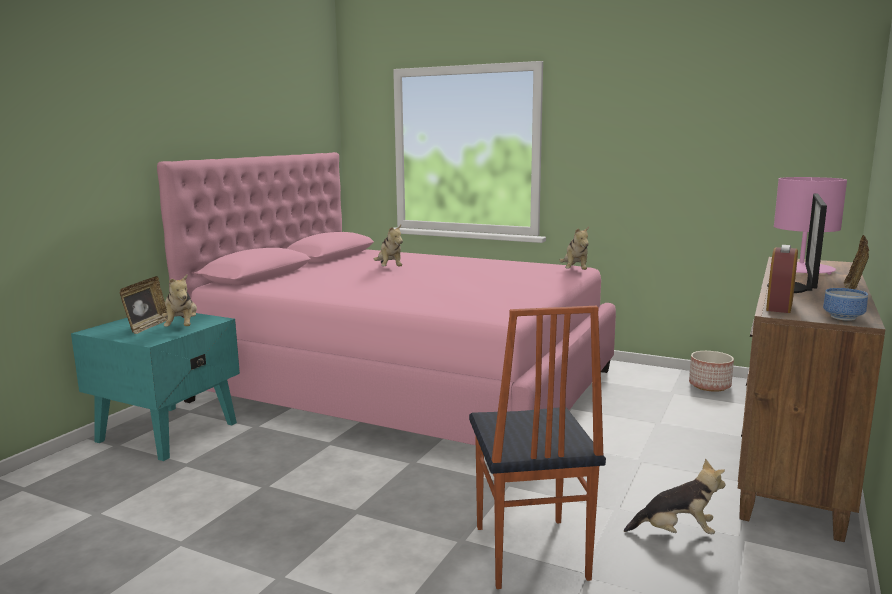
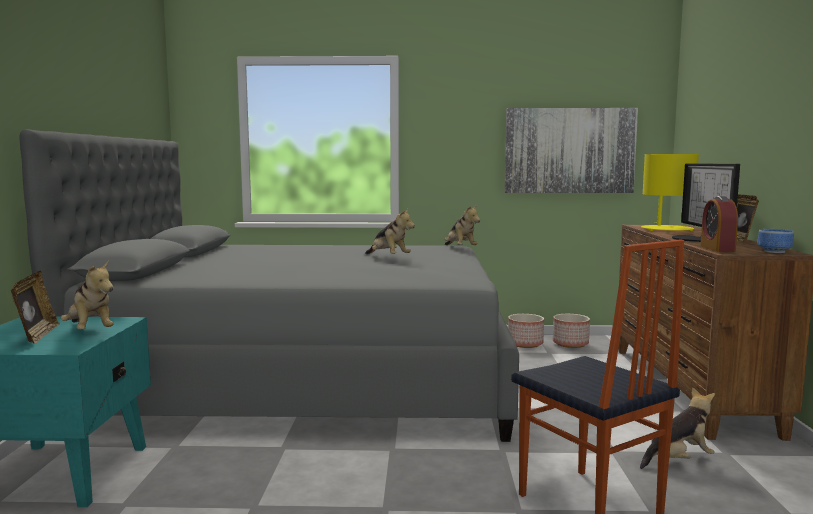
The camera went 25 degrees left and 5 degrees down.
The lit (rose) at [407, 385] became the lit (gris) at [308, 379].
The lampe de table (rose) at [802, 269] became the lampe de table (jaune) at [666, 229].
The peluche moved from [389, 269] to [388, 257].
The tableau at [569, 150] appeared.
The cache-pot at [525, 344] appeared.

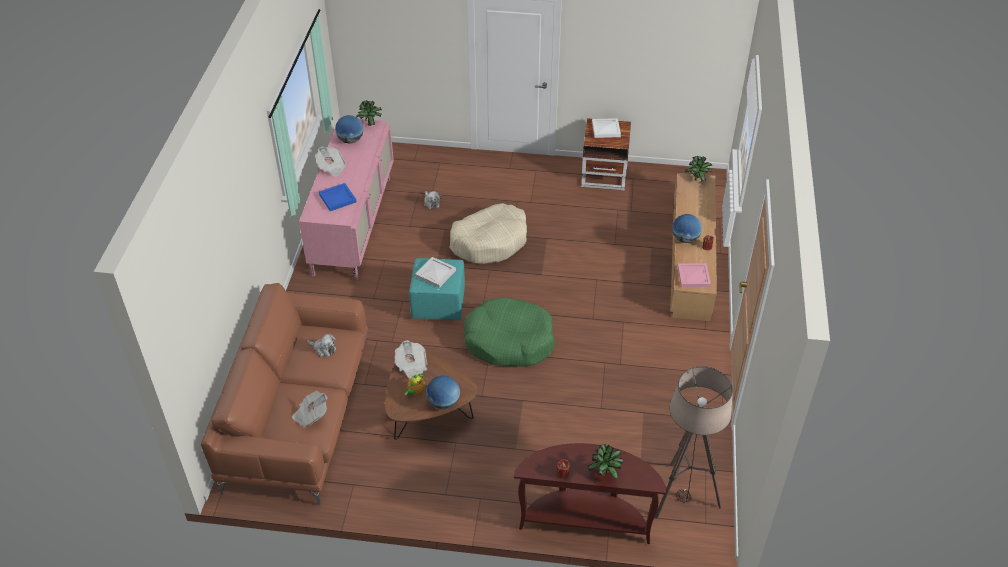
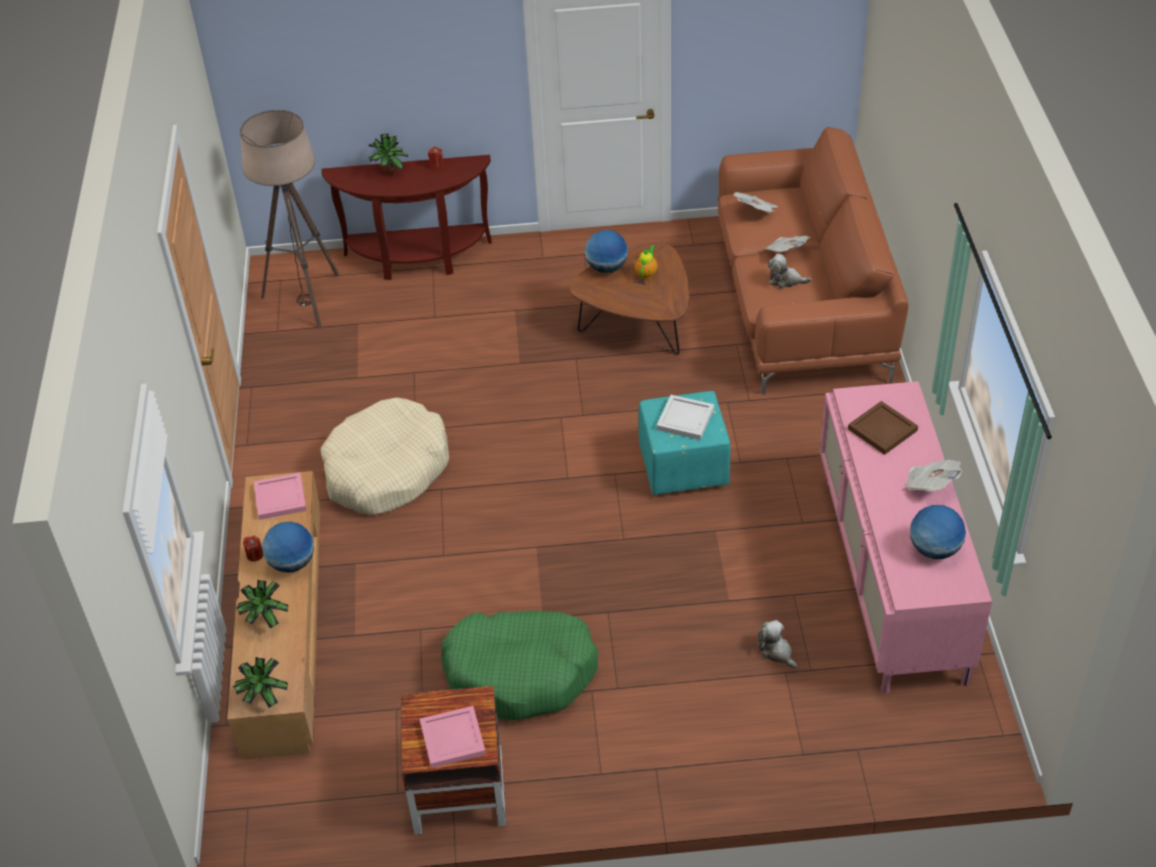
The camera went 170 degrees right and 0 degrees up.
The plante en pot moved from [371, 125] to [264, 622].
The plateau (blanc) at [605, 129] became the plateau (rose) at [453, 737].
The plateau (bleu) at [338, 198] became the plateau (marron) at [881, 430].
The panier pour chien (beige) moved from [490, 241] to [386, 470].
The panier pour chien (vert) moved from [509, 341] to [520, 673].
The journal moved from [411, 366] to [786, 252].

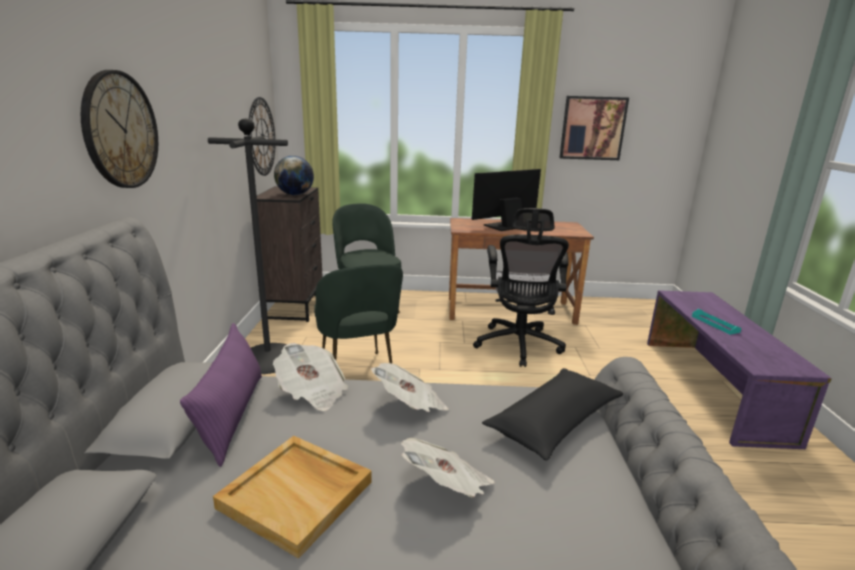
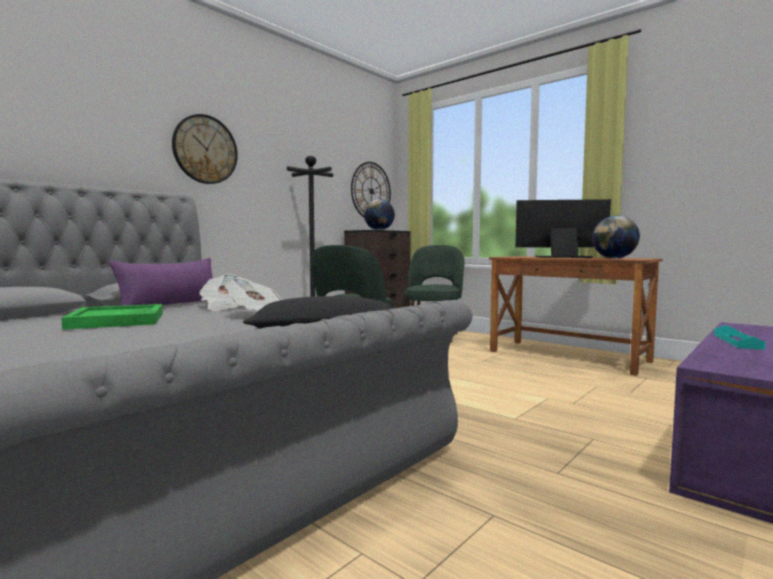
The camera went 40 degrees right and 15 degrees down.
The tableau at [592, 128] disappeared.
The chaise de bureau at [518, 345] disappeared.
The plateau (beige) at [297, 494] became the plateau (vert) at [118, 320].
The journal at [447, 487] disappeared.
The globe at [614, 258] appeared.

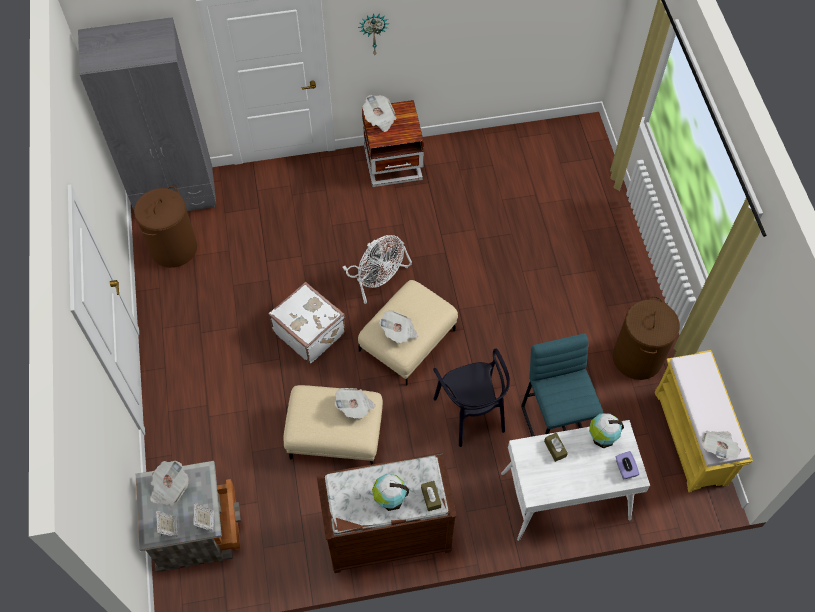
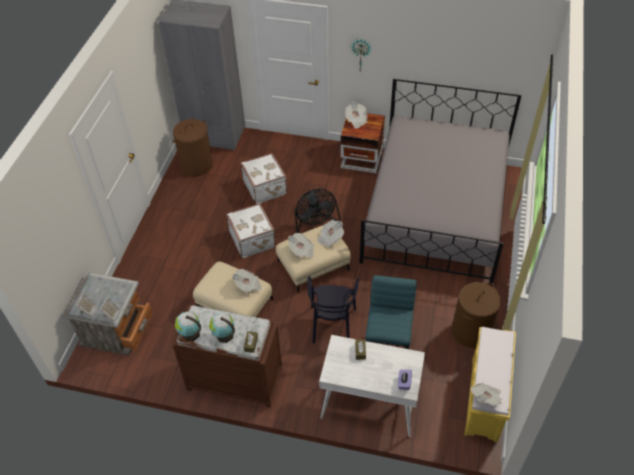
The camera went 25 degrees right and 10 degrees down.
The ventilateur (blanc) at [376, 279] became the ventilateur (noir) at [313, 222].
The globe moved from [602, 437] to [190, 333].
The journal moved from [169, 488] to [330, 238].
The lit (gris) at [435, 211] appeared.
The valise (blanc) at [265, 187] appeared.

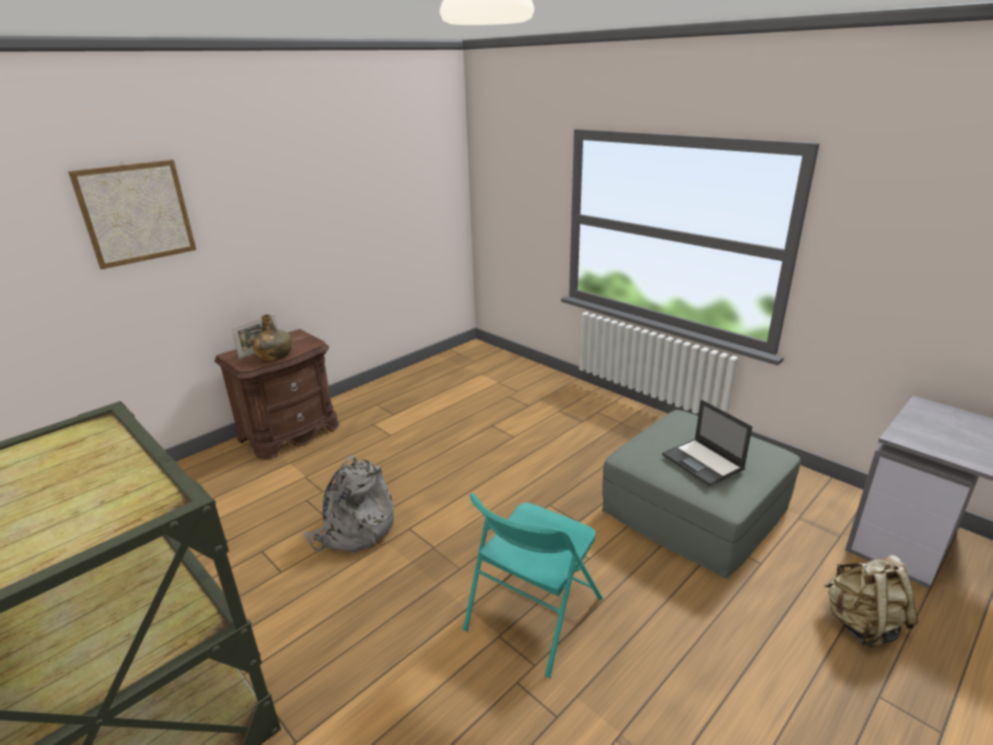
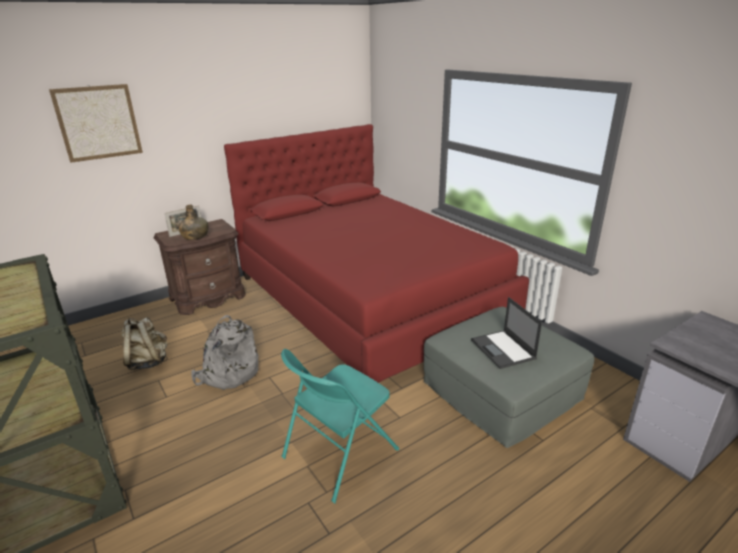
The camera went 10 degrees right and 0 degrees up.
The sac à dos (beige) moved from [861, 624] to [148, 362].
The lit (rouge) at [369, 299] appeared.

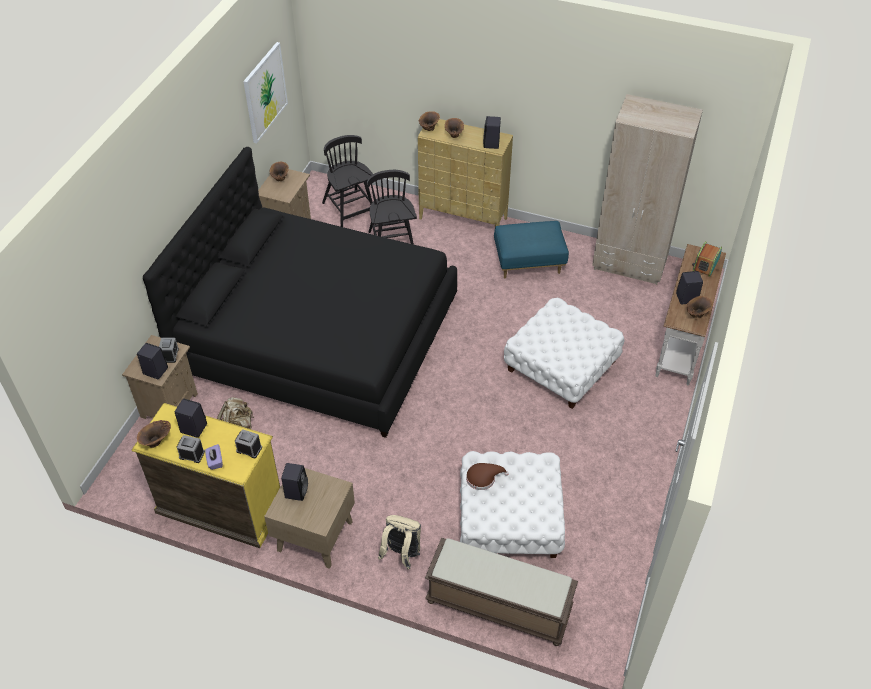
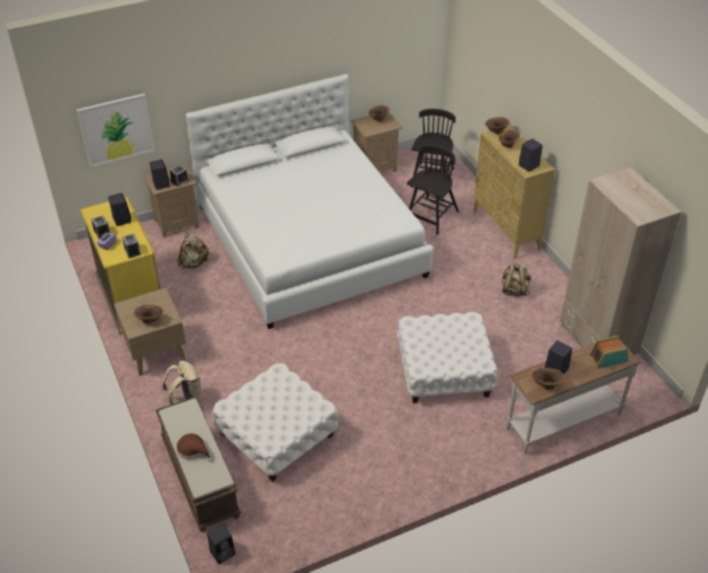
The camera went 45 degrees right and 5 degrees down.
The tableau moved from [265, 92] to [116, 129].
The lit (noir) at [317, 335] became the lit (blanc) at [309, 240].
The pouf (bleu) at [528, 264] was replaced by the sac à dos (beige) at [514, 290].
The vase (marron) moved from [157, 442] to [150, 321].
The enceinte (noir) moved from [296, 490] to [223, 552].
The chapeau (marron) moved from [483, 478] to [193, 449].

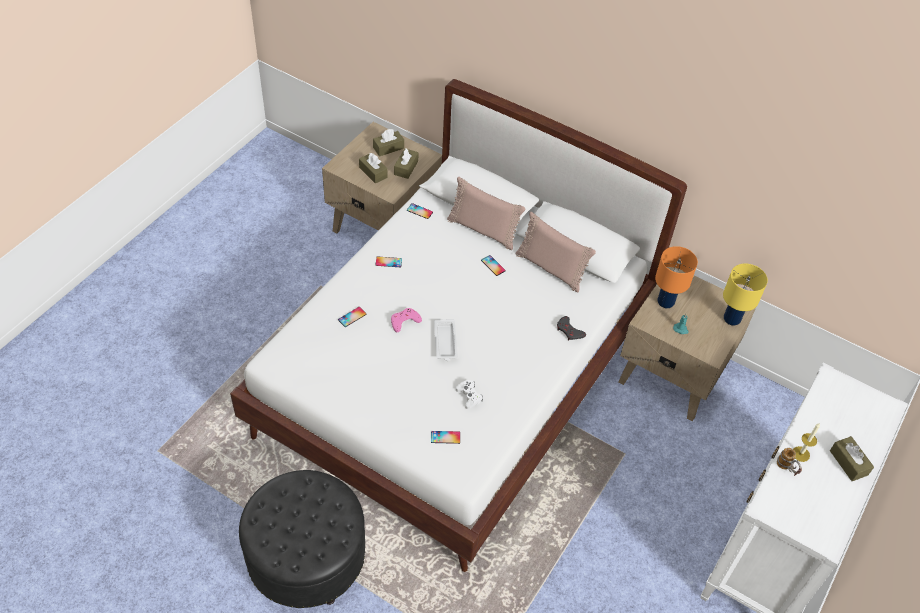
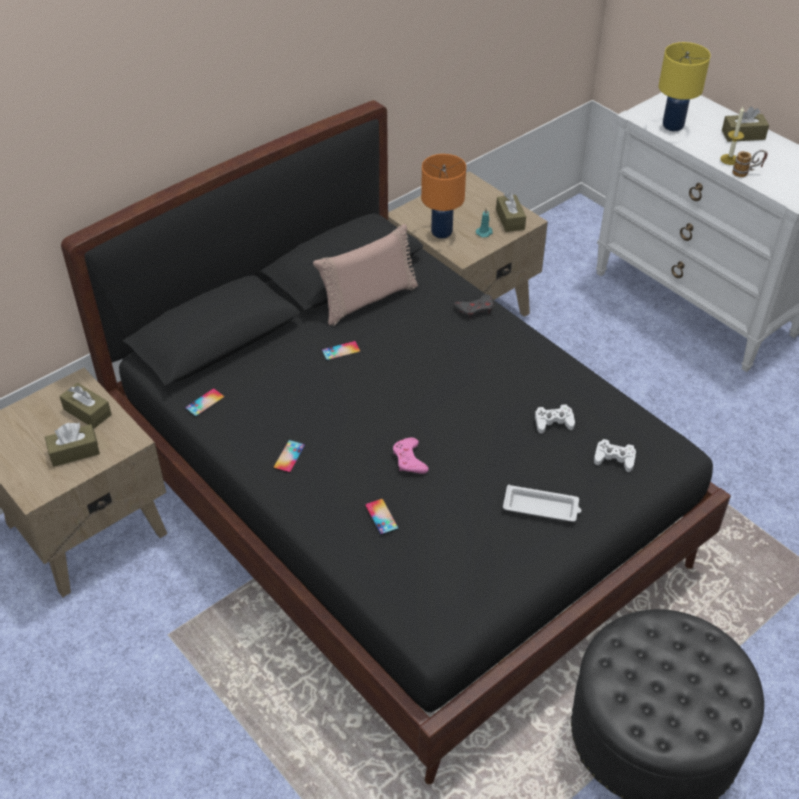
The camera went 70 degrees left and 5 degrees down.
The lit (blanc) at [455, 377] became the lit (noir) at [399, 507].
The boîte à mouchoirs (marron) moved from [388, 148] to [510, 219].
The coussin (beige) at [483, 230] disappeared.
The lampe de table (jaune) moved from [731, 319] to [671, 126].
The plateau (blanc) moved from [445, 342] to [542, 507].
The téléphone at [445, 437] was replaced by the manette (blanc) at [614, 459].

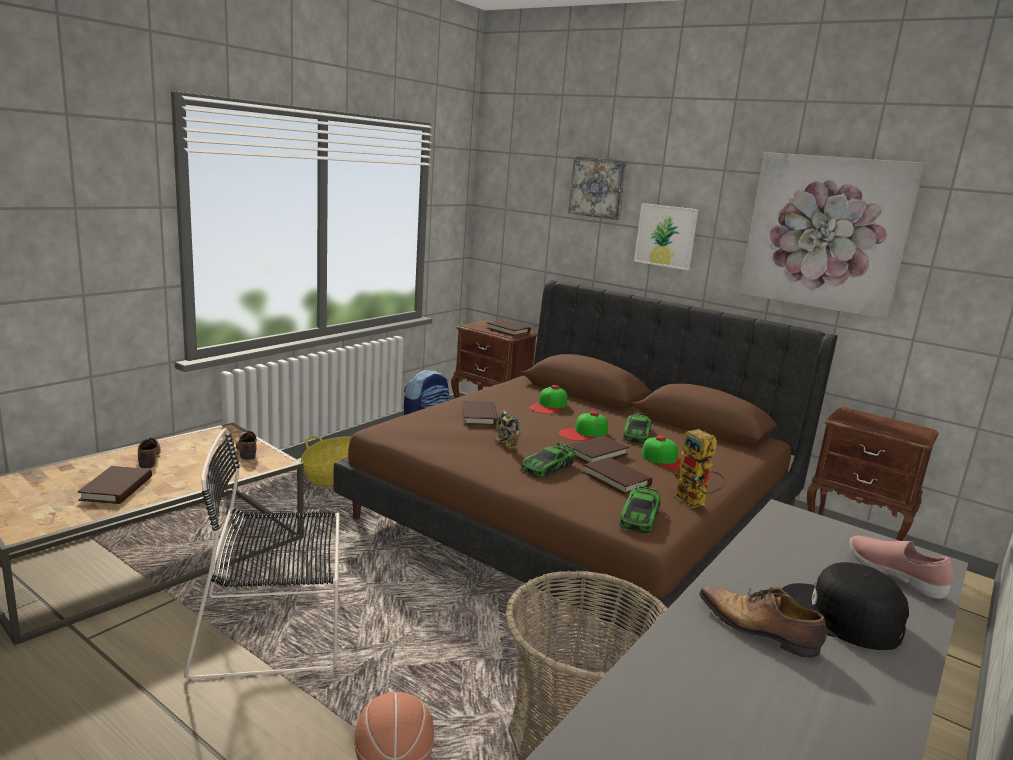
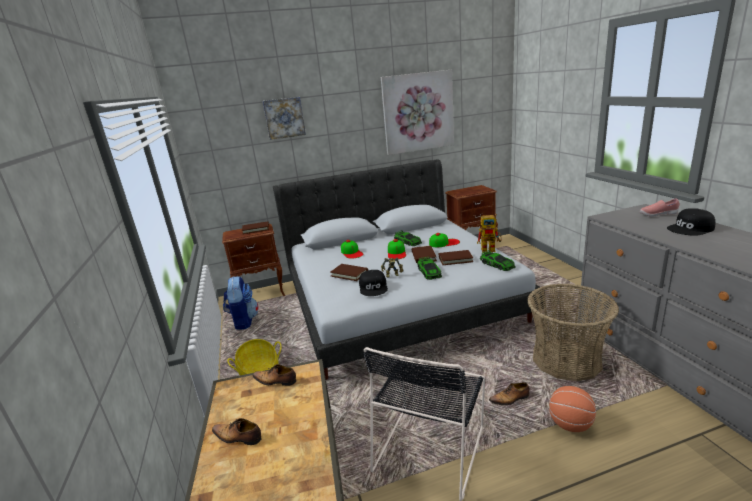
The camera went 50 degrees left and 5 degrees up.
The tableau at [666, 236] disappeared.
The lit (marron) at [580, 520] became the lit (gris) at [397, 301].
The livre (marron) at [116, 488] disappeared.
The chaussure moved from [758, 630] to [510, 399].
The casquette (noir) at [374, 287] appeared.

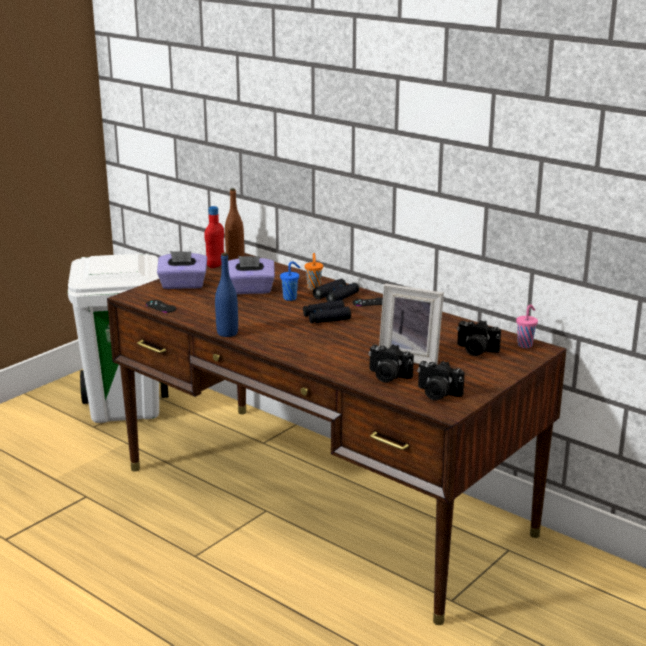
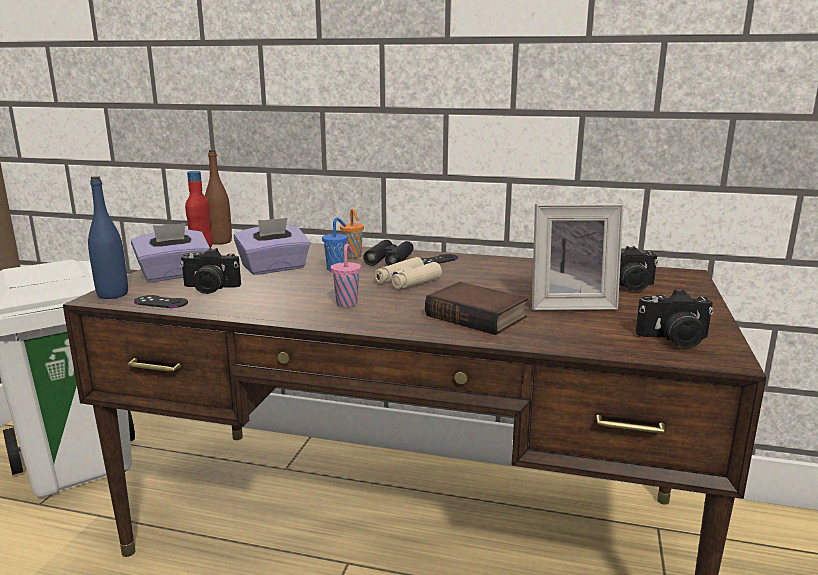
The camera went 25 degrees left and 5 degrees down.
The bouteille (bleu) moved from [227, 333] to [112, 294].
The jumelles (noir) at [326, 318] became the jumelles (beige) at [407, 281].
The tasse (rose) moved from [525, 345] to [347, 303].
The appareil photo moved from [387, 376] to [209, 289].
The livre at [478, 316] appeared.

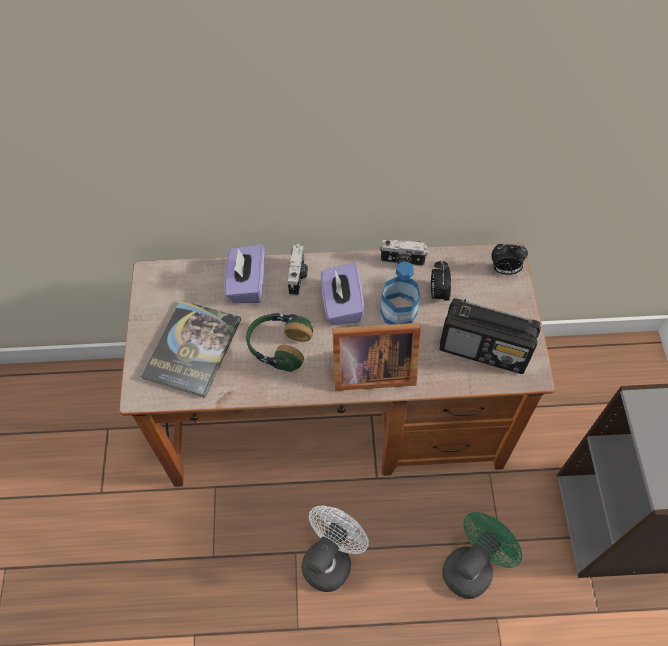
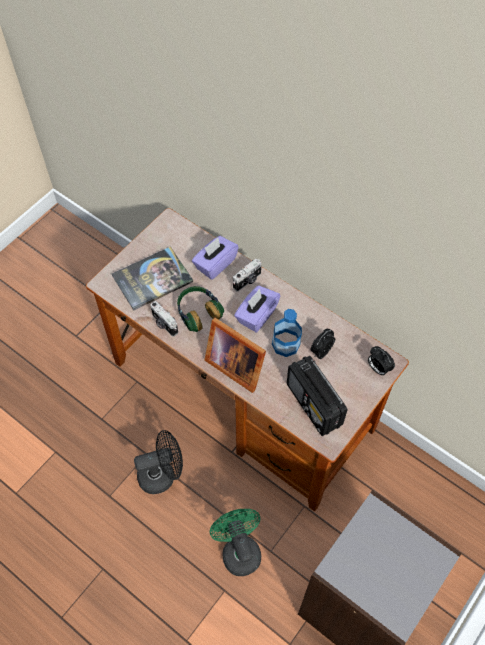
The camera went 40 degrees right and 0 degrees up.
The appareil photo moved from [402, 261] to [164, 324].
The ventilateur (blanc) at [330, 558] became the ventilateur (noir) at [162, 474].
The ventilateur (vert) at [472, 566] turned 105 degrees counterclockwise.

